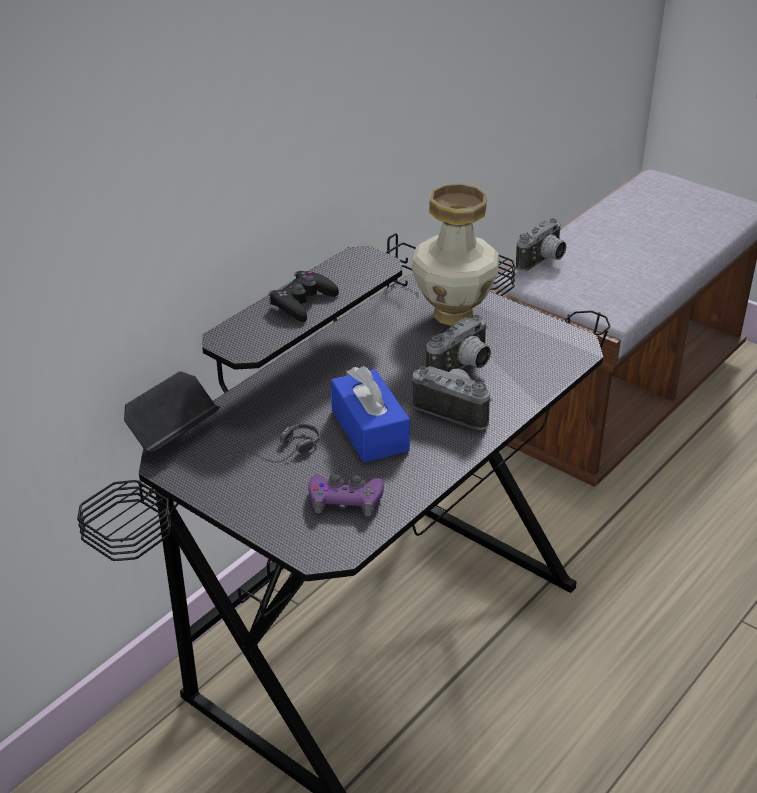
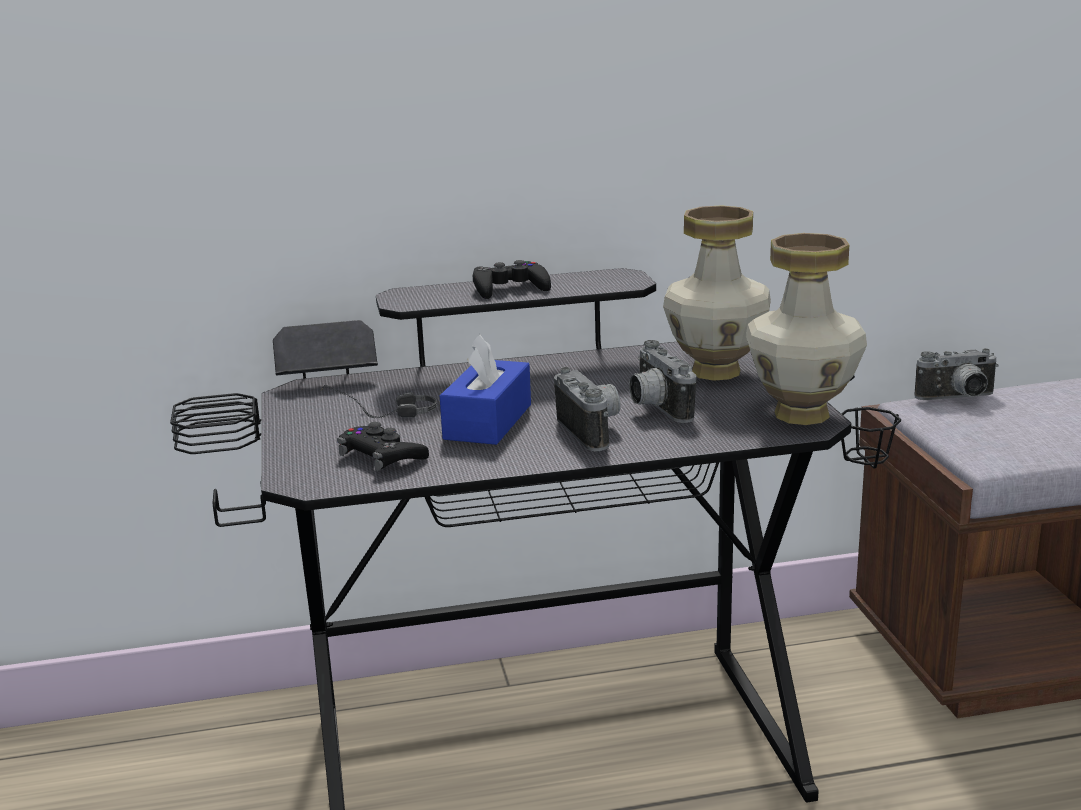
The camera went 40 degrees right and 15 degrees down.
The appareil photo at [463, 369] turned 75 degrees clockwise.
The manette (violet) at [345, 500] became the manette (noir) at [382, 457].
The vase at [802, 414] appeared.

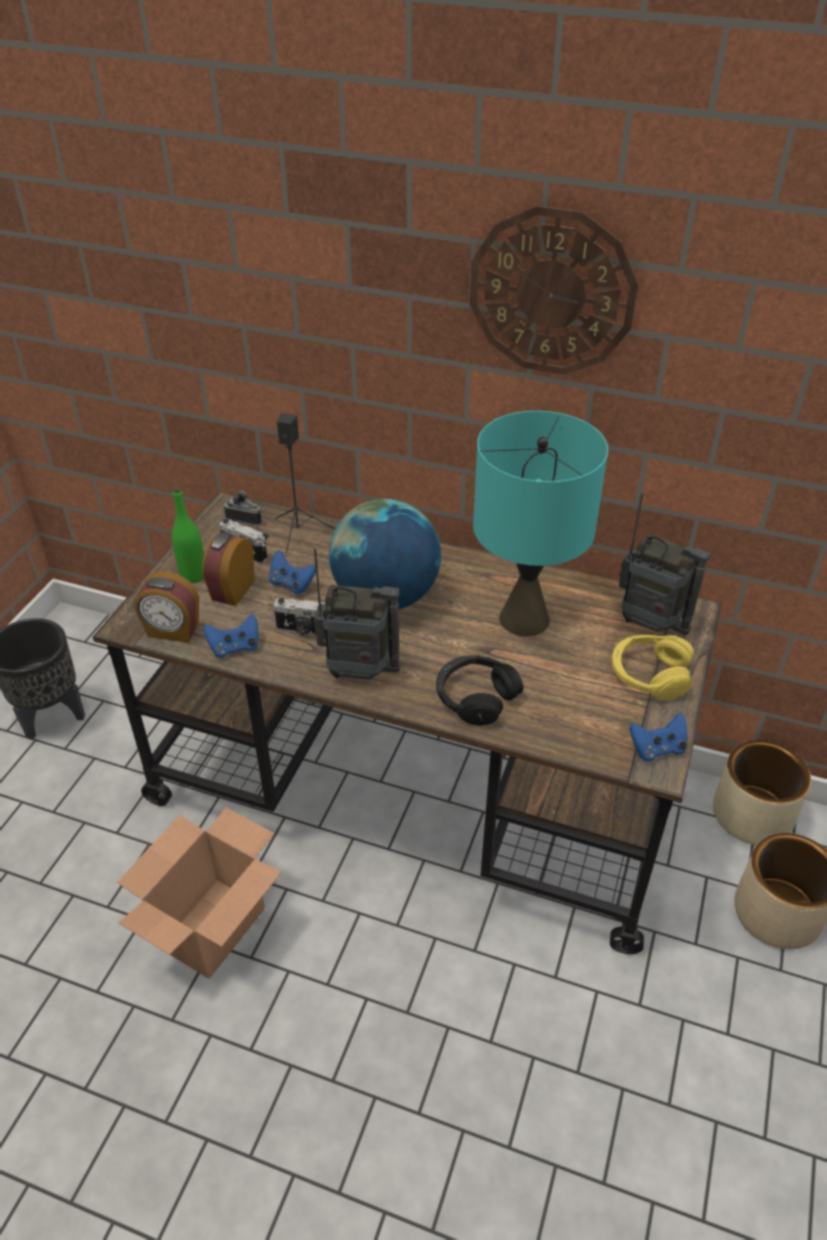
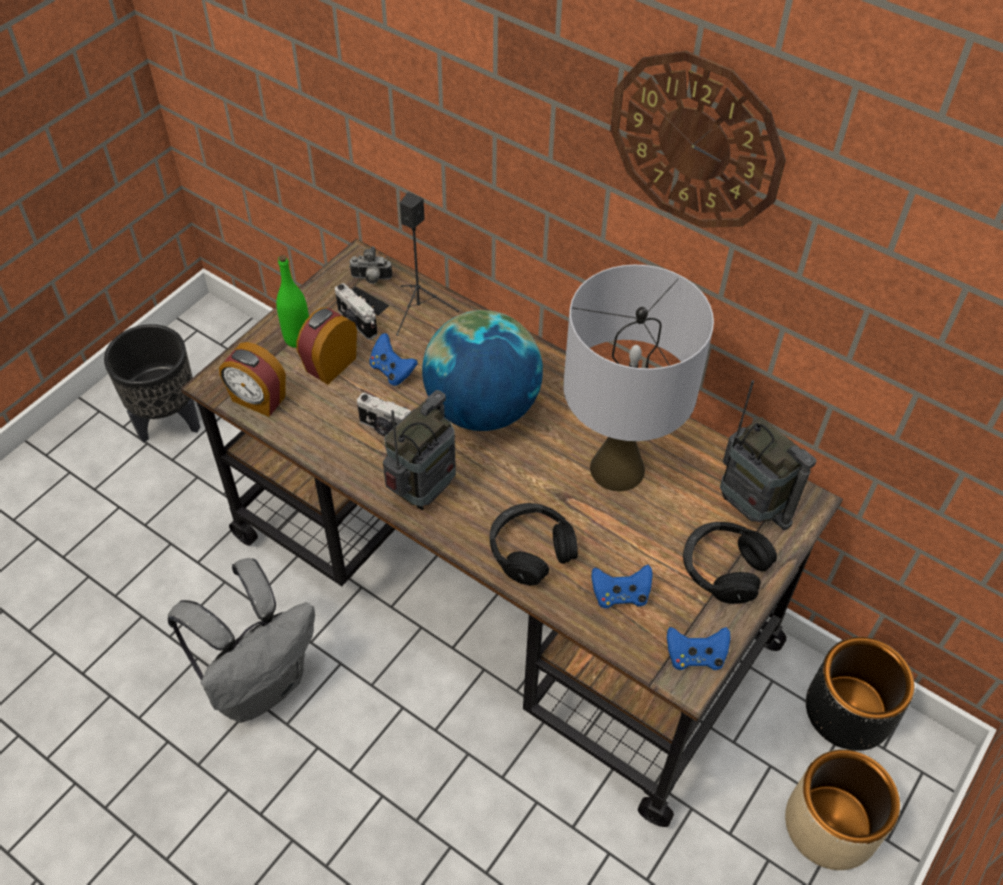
The camera went 15 degrees right and 10 degrees up.
The lampe de table (turquoise) at [524, 618] became the lampe de table (gris) at [617, 468].
The appareil photo at [245, 518] turned 150 degrees clockwise.
The radio at [358, 671] turned 75 degrees counterclockwise.
The manette (bleu) moved from [235, 647] to [620, 595].
The casque audio (jaune) at [649, 675] became the casque audio (noir) at [723, 568].
The cache-pot (beige) at [752, 815] became the cache-pot (noir) at [849, 711].
The carton at [213, 926] was replaced by the sac à dos (gris) at [260, 683].

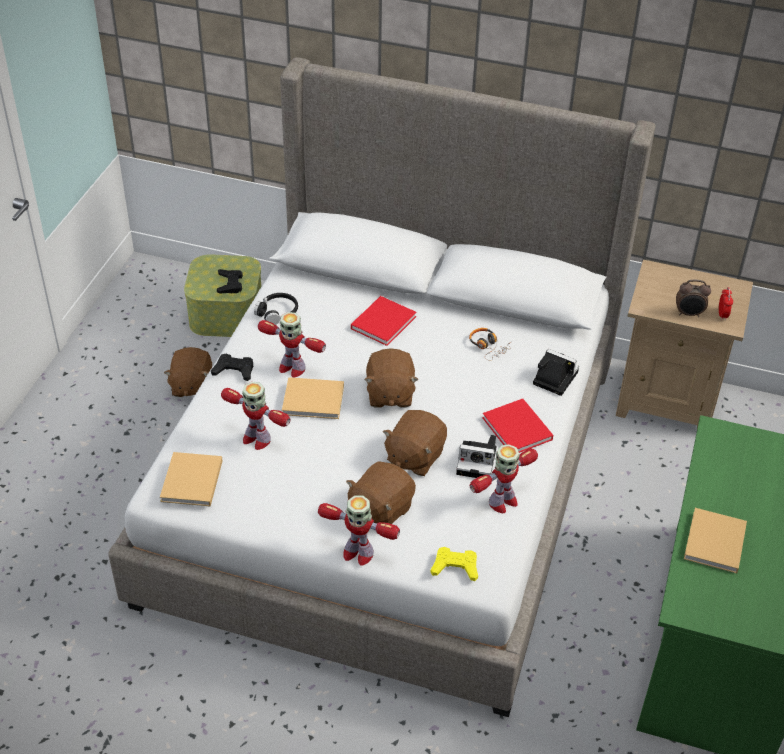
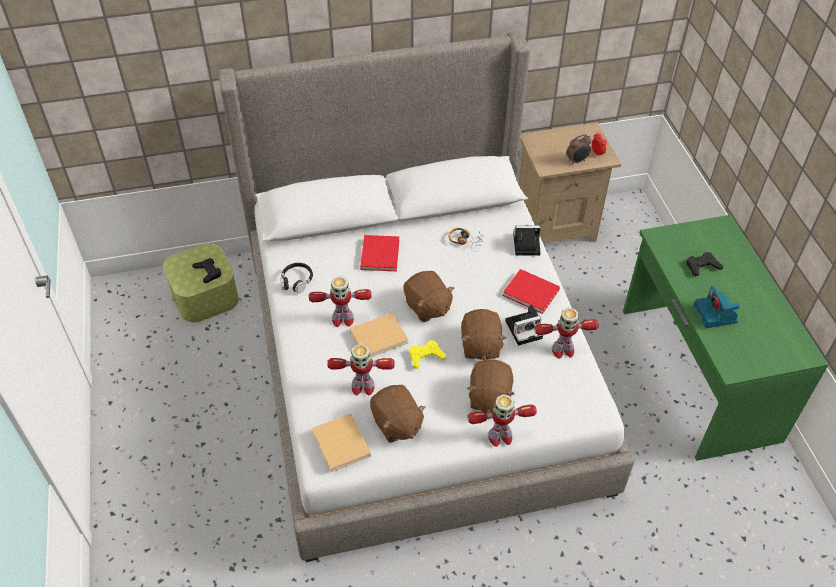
The camera went 30 degrees left and 5 degrees up.
The peluche (marron) moved from [191, 386] to [396, 424].
The manette (noir) moved from [234, 370] to [702, 266].
The robot jouet at [502, 502] turned 60 degrees clockwise.
The livre (beige) at [714, 544] was replaced by the appareil photo at [716, 315].
The manette (jaune) moved from [455, 567] to [425, 356].

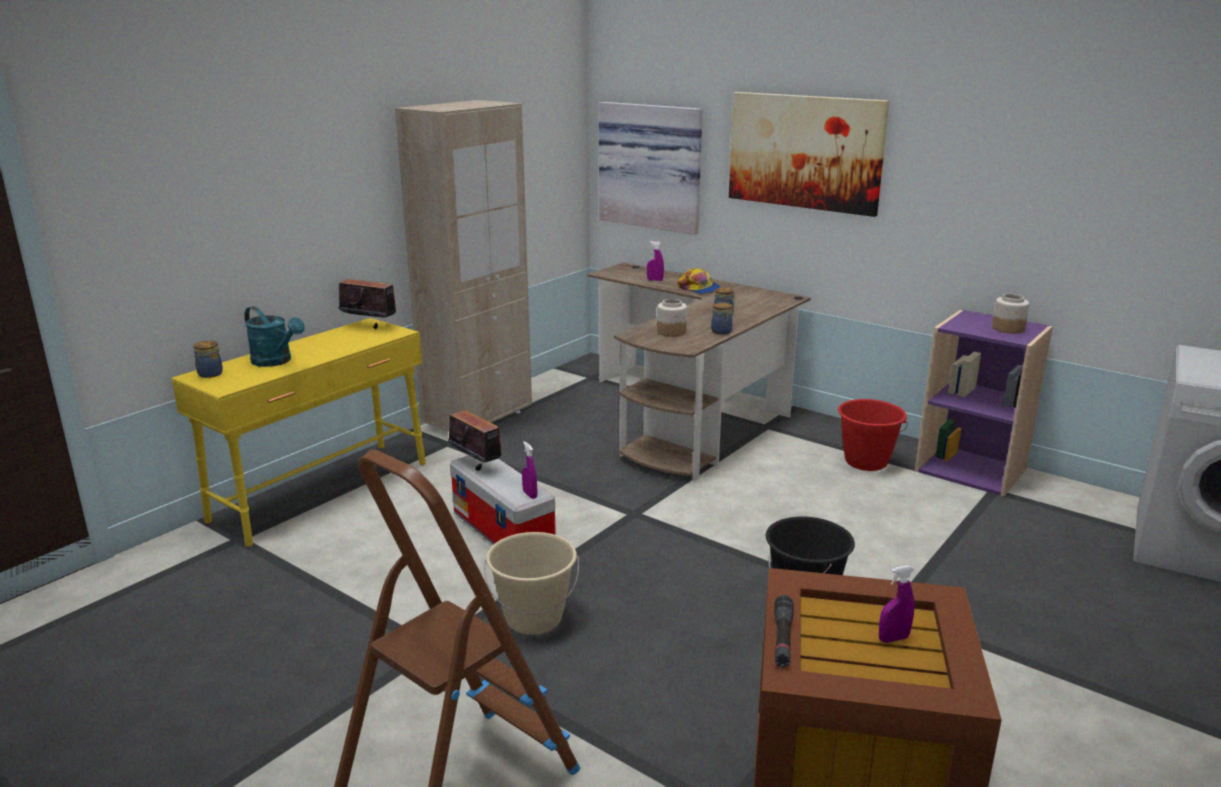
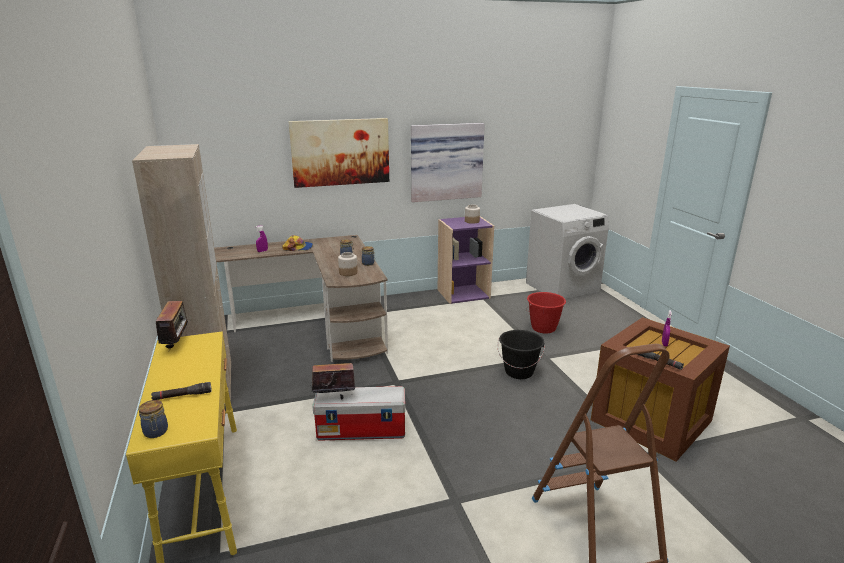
The camera went 55 degrees left and 0 degrees up.
The tableau moved from [652, 166] to [446, 161].
The radio at [369, 326] turned 120 degrees clockwise.
The arrosoir (turquoise) at [276, 361] was replaced by the lampe de poche (noir) at [182, 396].
The seau (rouge) moved from [866, 462] to [543, 328].
The vaporisateur (violet) at [530, 494] disappeared.
The seau (beige) at [533, 618] disappeared.

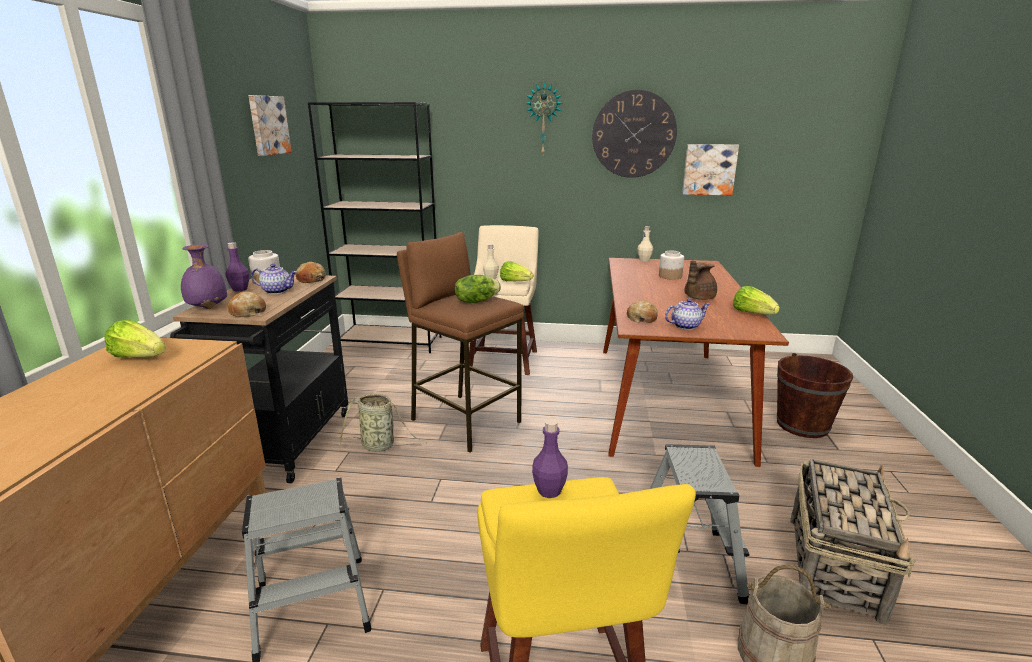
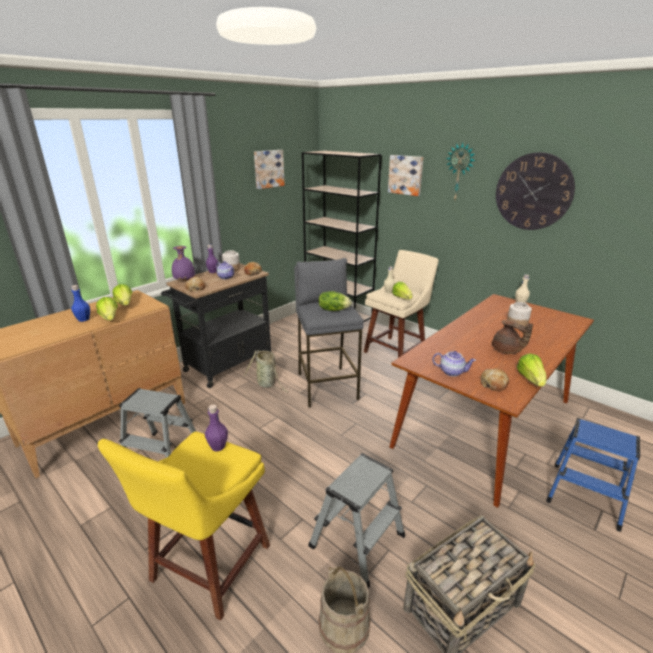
The camera went 35 degrees right and 5 degrees up.
The tableau moved from [709, 169] to [406, 175].
The tabouret (marron) at [465, 421] became the tabouret (gris) at [327, 386].
The théière (marron) at [698, 298] turned 120 degrees counterclockwise.
The pain moved from [641, 318] to [494, 384].
The seau (marron) at [802, 425] was replaced by the escabeau (bleu) at [585, 494].
The bouteille (bleu) at [83, 319] appeared.
The laitue at [110, 318] appeared.

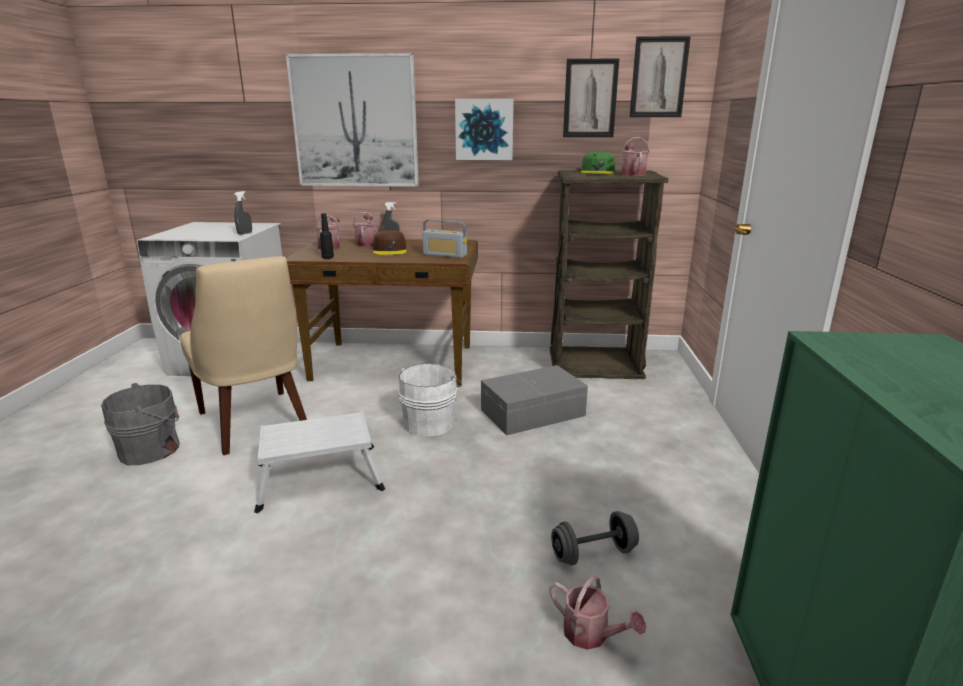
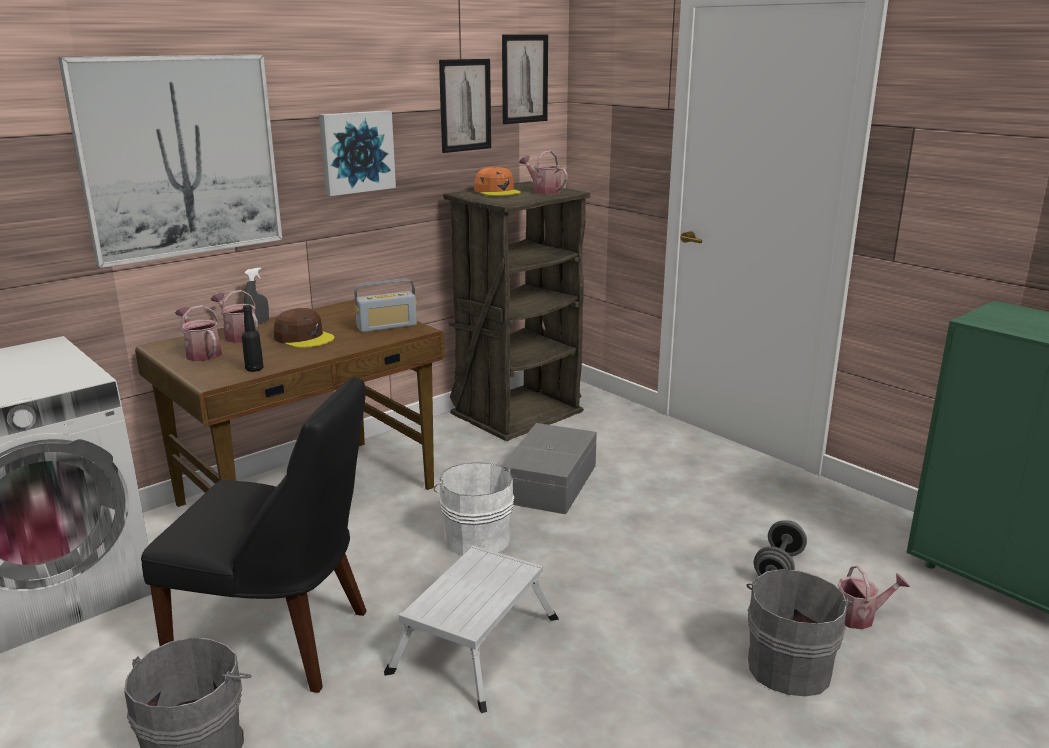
The camera went 45 degrees left and 0 degrees up.
The casquette (vert) at [597, 172] became the casquette (orange) at [497, 191].
The vaporisateur (gris) at [245, 233] disappeared.
The chaise (beige) at [255, 424] became the chaise (noir) at [280, 641].
The seau (gris) at [789, 665] appeared.

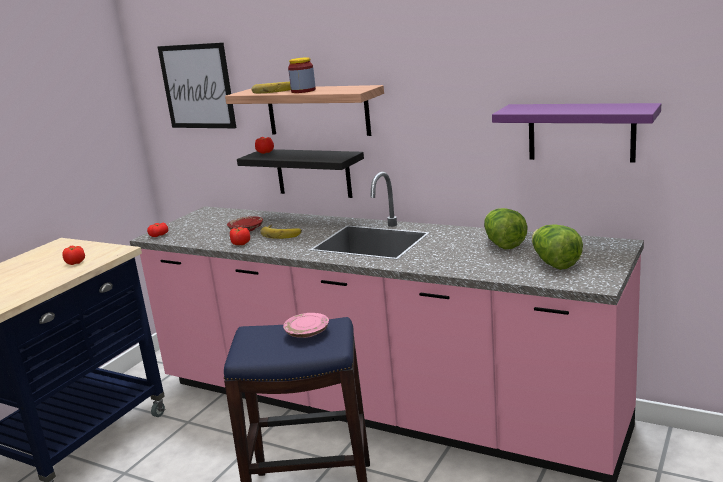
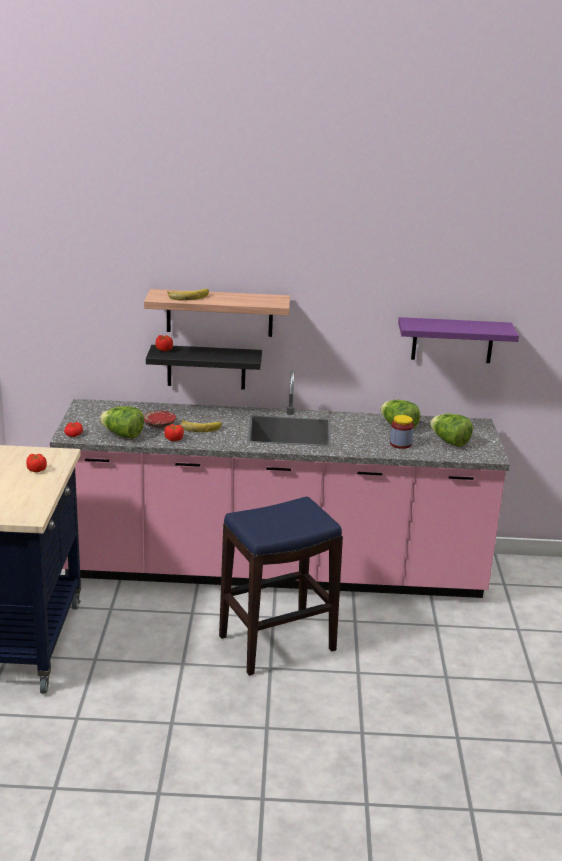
The camera went 30 degrees left and 5 degrees up.
The tableau at [197, 86] disappeared.
The bocal moved from [303, 91] to [400, 444].
The assiette (rose) at [307, 332] disappeared.
The laitue at [123, 435] appeared.

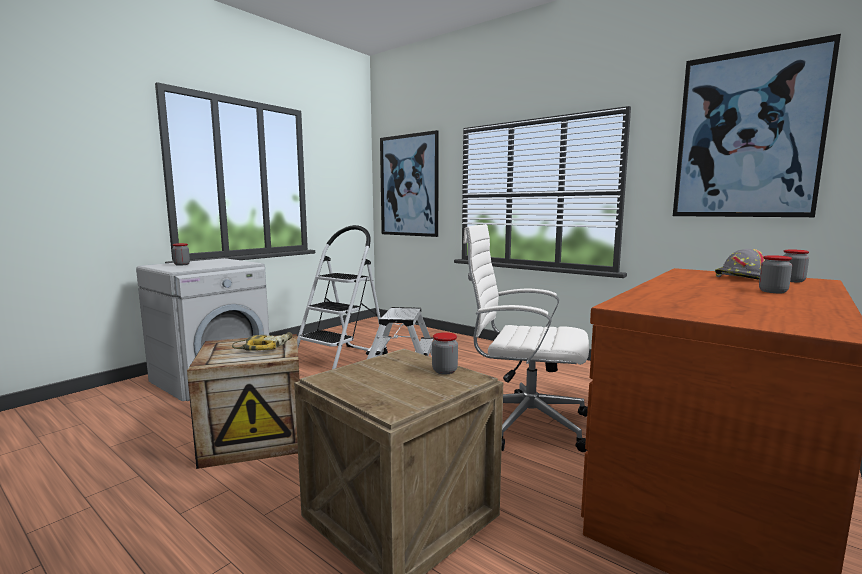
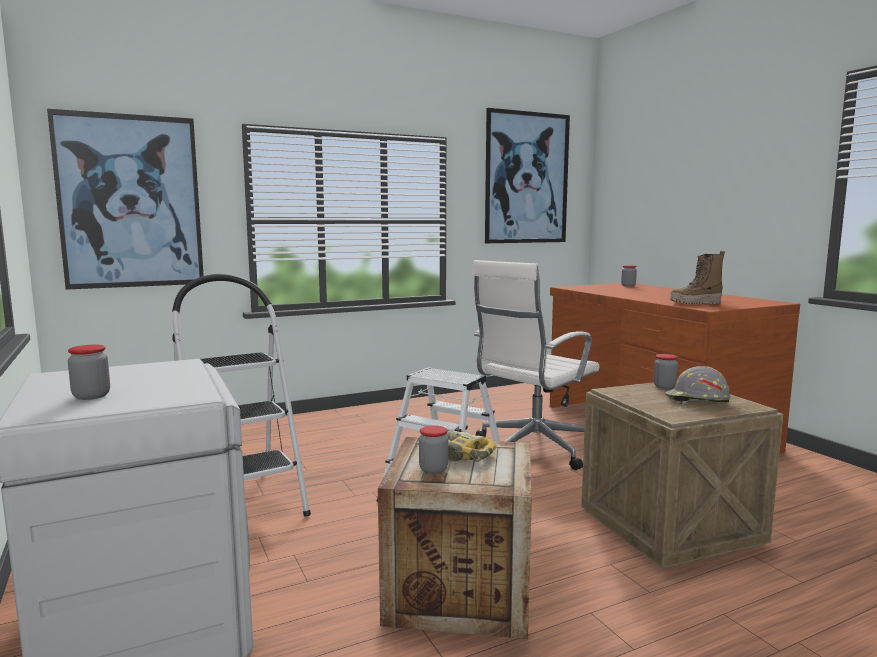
The camera went 65 degrees left and 0 degrees up.
The casque de chantier (gris) moved from [741, 278] to [696, 400].
The bocal moved from [773, 291] to [433, 469].
The botte at [695, 303] appeared.

